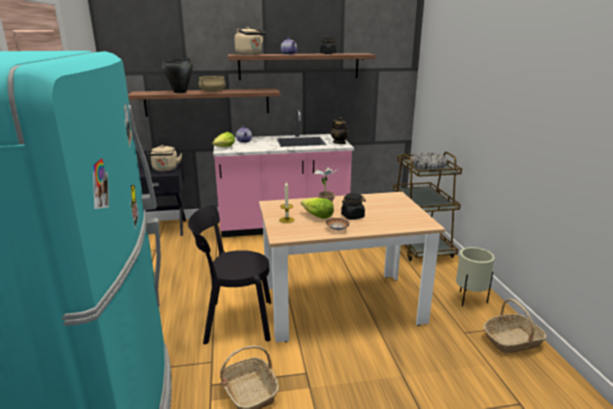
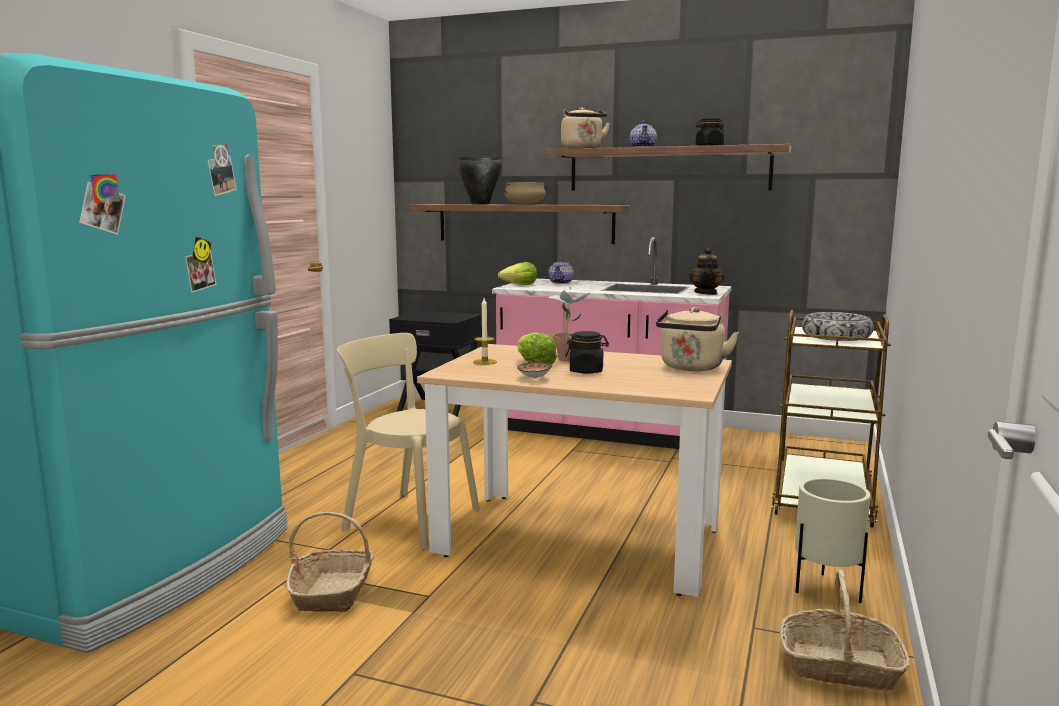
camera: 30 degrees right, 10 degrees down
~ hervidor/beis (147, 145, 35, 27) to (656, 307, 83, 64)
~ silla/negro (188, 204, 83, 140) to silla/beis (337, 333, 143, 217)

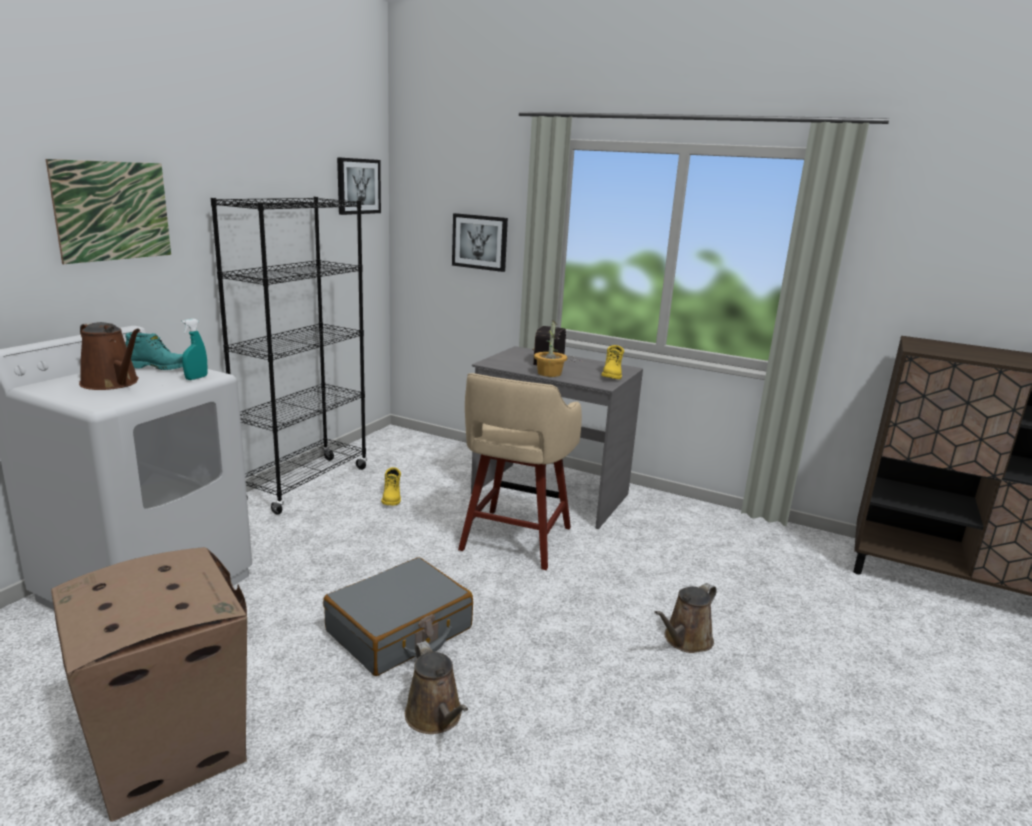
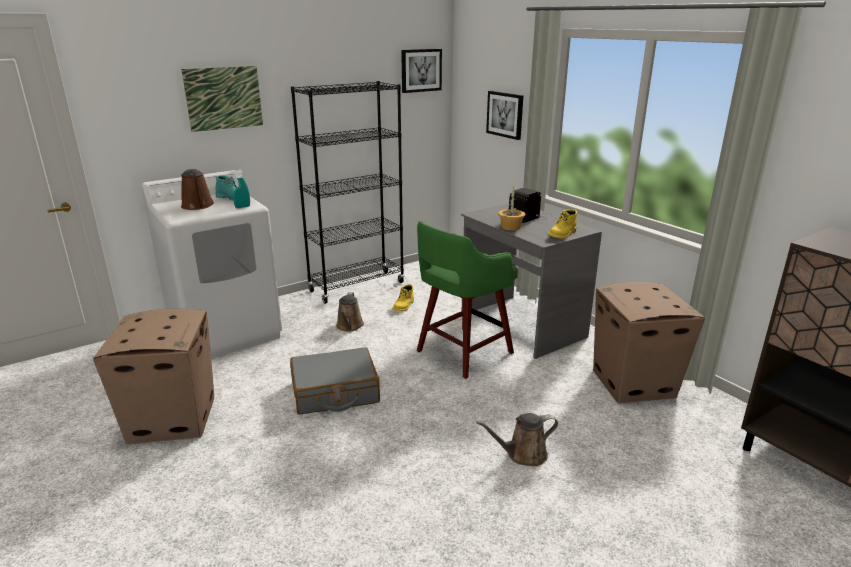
camera: 30 degrees right, 5 degrees up
~ taburete/beis (458, 373, 124, 197) to taburete/verde (417, 221, 101, 158)
~ regadera/marrón (405, 641, 63, 93) to (336, 292, 28, 39)
+ caja de cartón (593, 282, 112, 121)

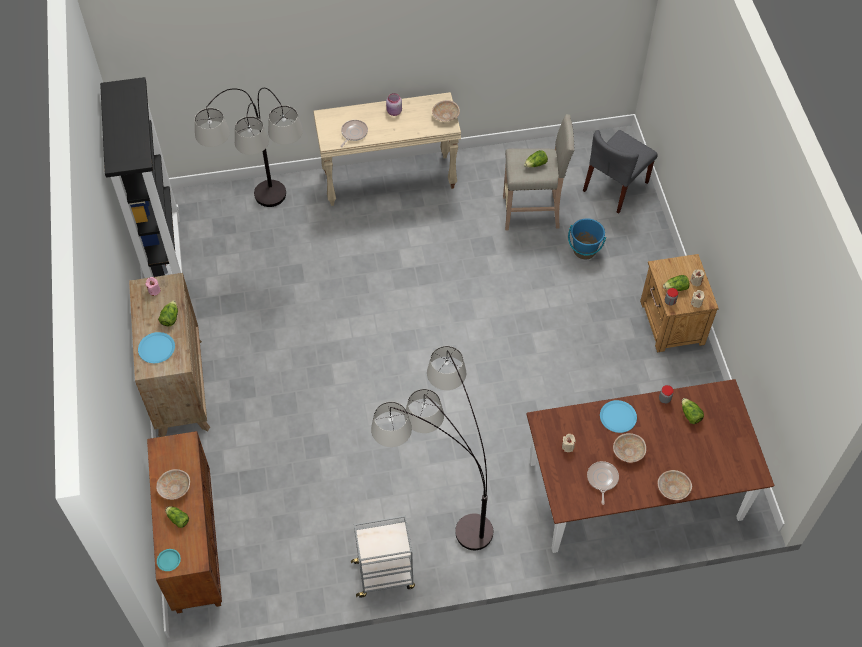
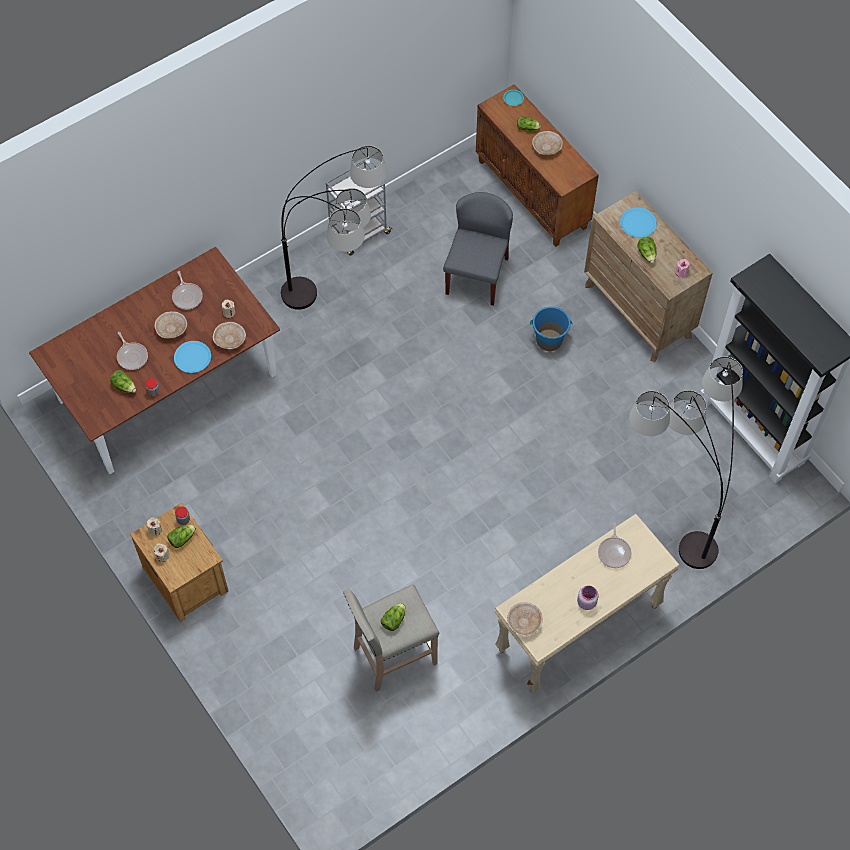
camera: 155 degrees right, 5 degrees up
~ silla/gris (583, 130, 75, 84) to (443, 192, 70, 114)
~ cubo/azul (568, 218, 38, 41) to (530, 306, 43, 45)
~ cuenco/beis (658, 470, 34, 30) to (213, 322, 33, 27)
+ sartén (117, 332, 31, 38)

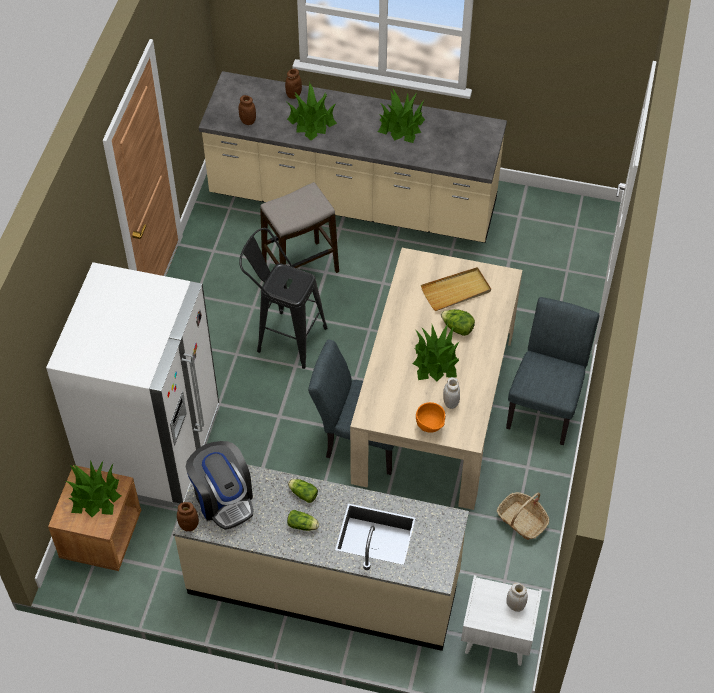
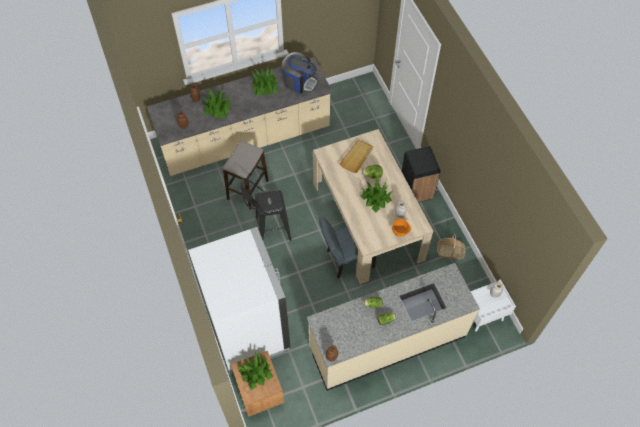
camera: 35 degrees left, 5 degrees up
~ silla/gris (506, 297, 93, 148) to papelera/negro (402, 146, 39, 56)
~ cafetera (186, 441, 67, 89) to (282, 52, 36, 42)

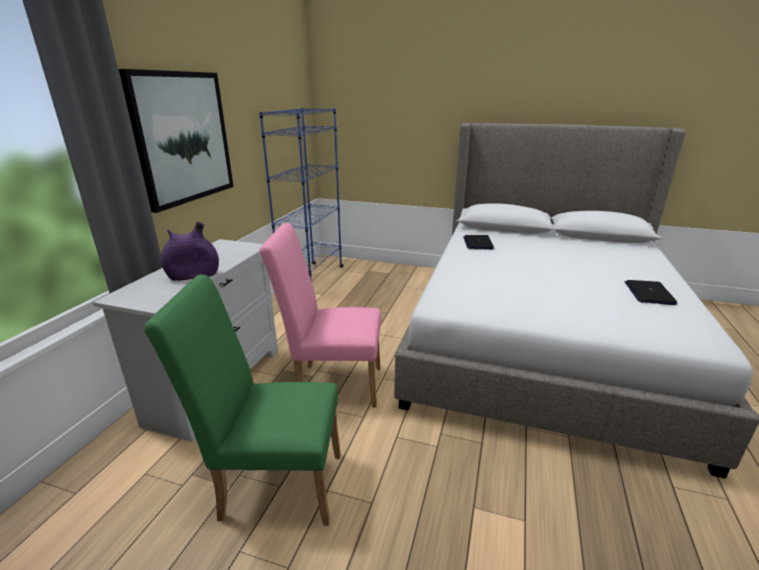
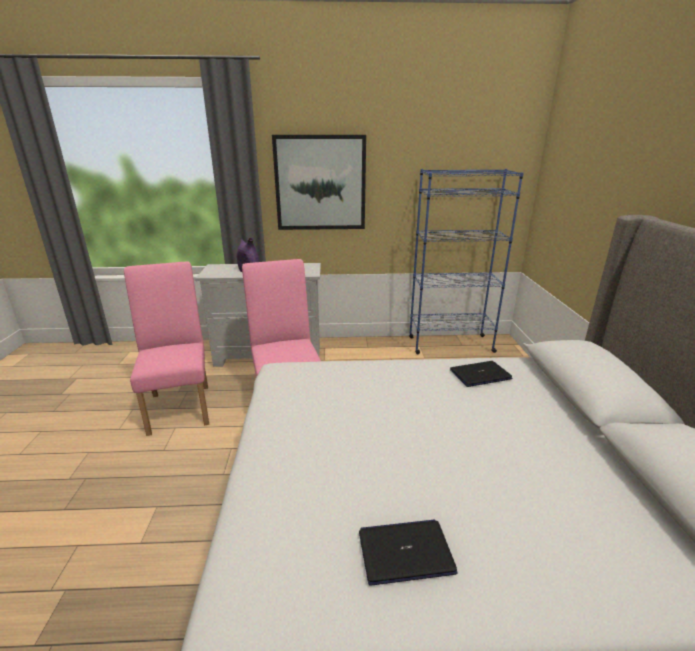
camera: 70 degrees right, 0 degrees up
~ silla/verde (144, 275, 197, 251) to silla/rosa (124, 261, 85, 175)

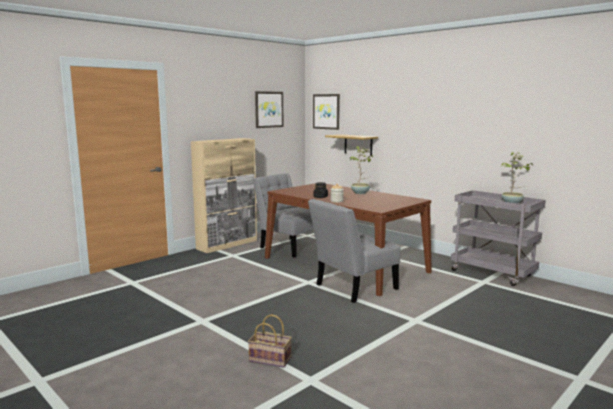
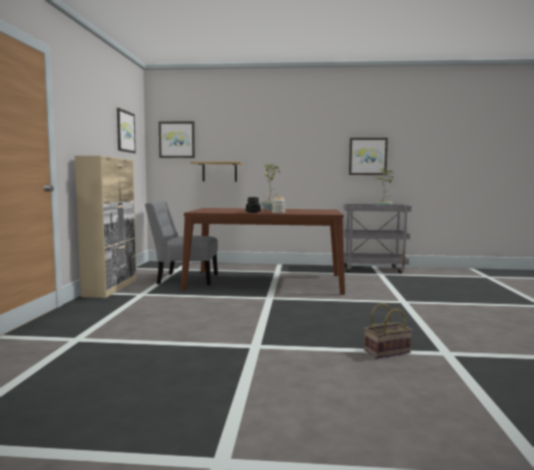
camera: 40 degrees left, 5 degrees down
- silla/gris (308, 199, 93, 104)
+ cuadro (349, 138, 39, 37)

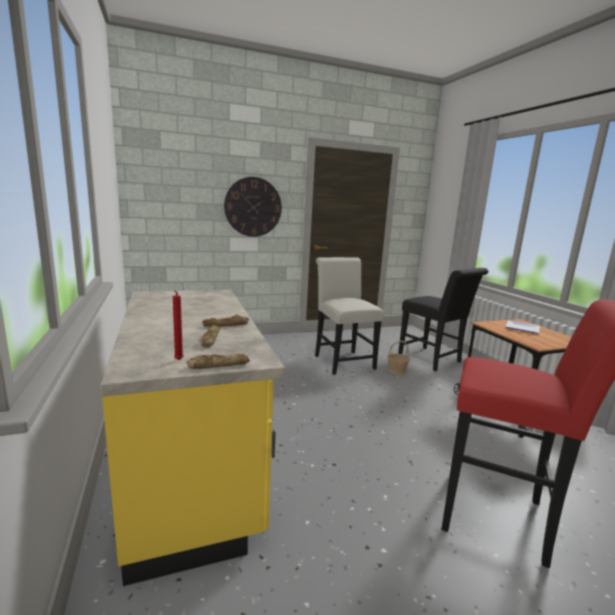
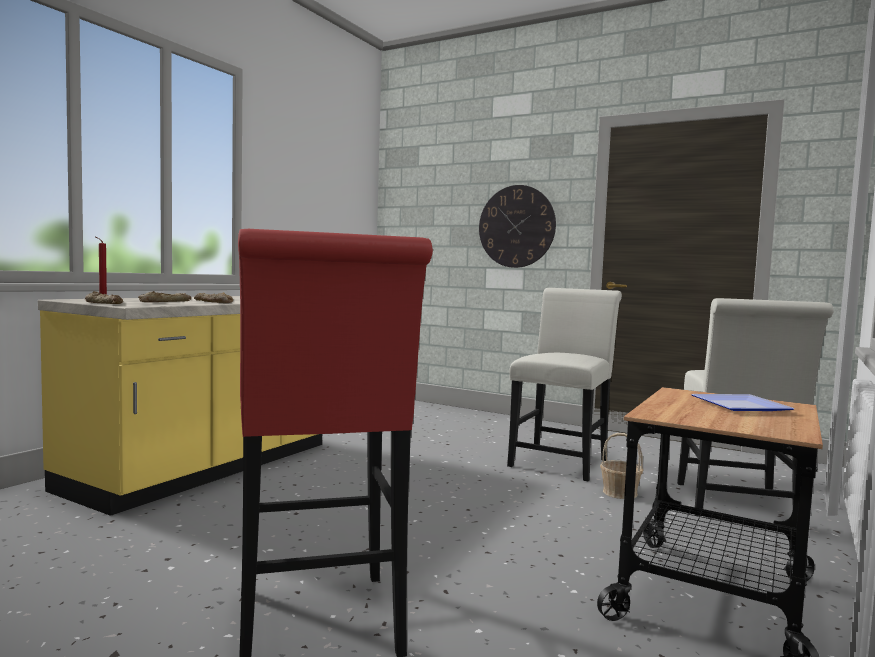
camera: 50 degrees right, 10 degrees down
~ silla/negro (398, 268, 90, 103) to silla/blanco (677, 298, 157, 218)

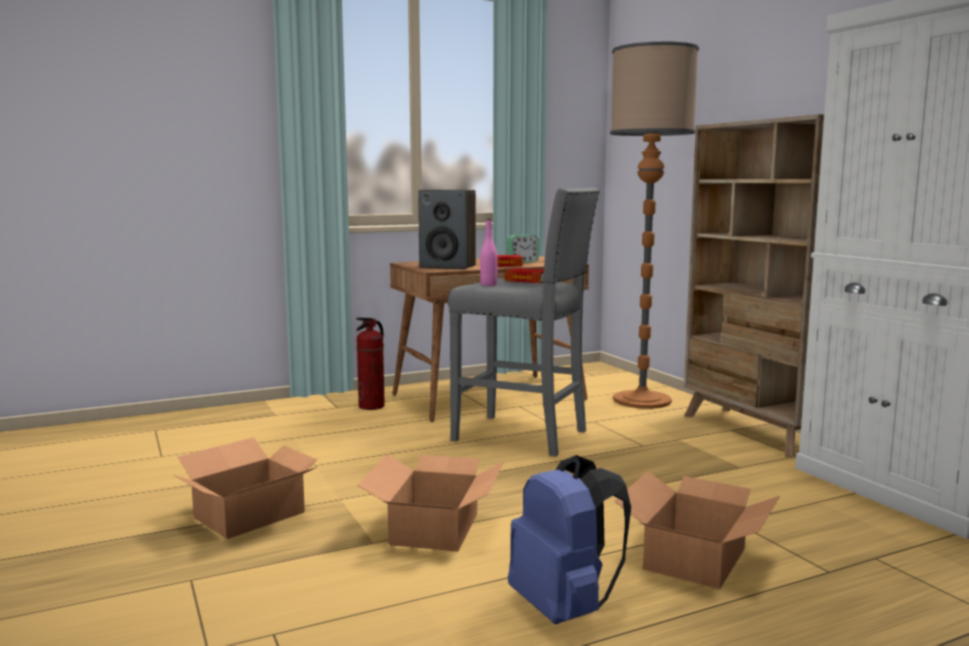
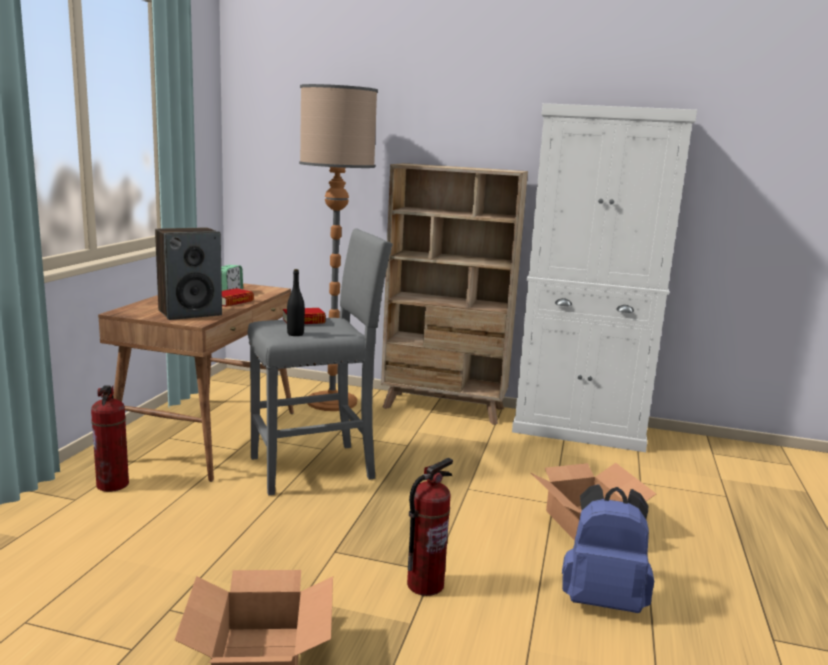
camera: 50 degrees left, 5 degrees up
~ botella/rosa (480, 219, 18, 67) to botella/negro (287, 269, 18, 67)
~ caja de cartón (357, 454, 147, 98) to extintor (407, 458, 46, 138)

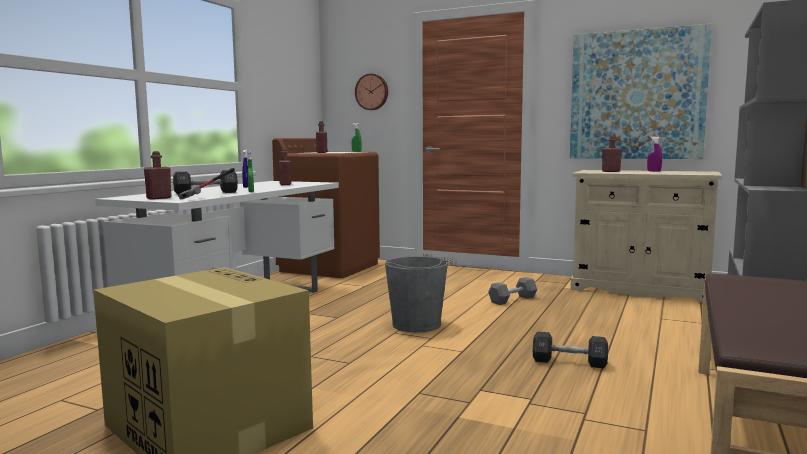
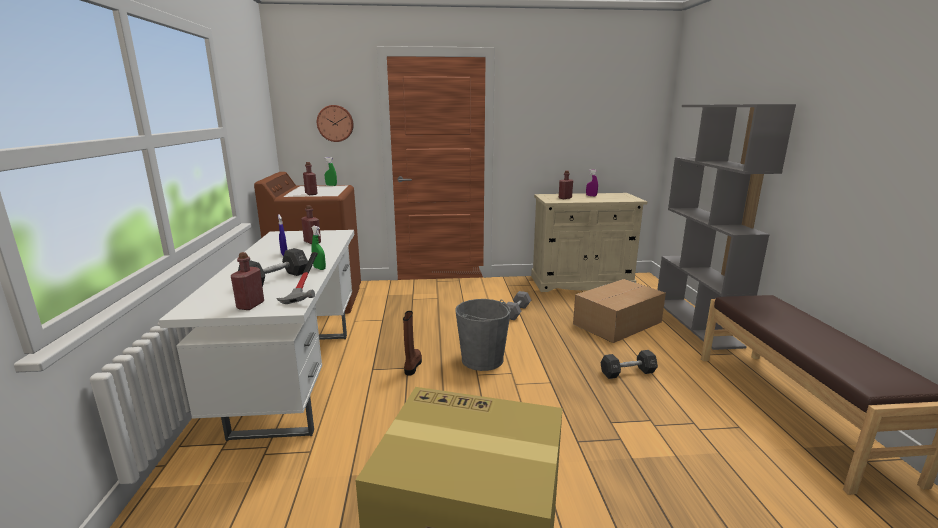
camera: 30 degrees left, 10 degrees up
- cuadro (570, 23, 142, 136)
+ caja de cartón (573, 279, 93, 64)
+ bota/marrón (403, 311, 19, 64)

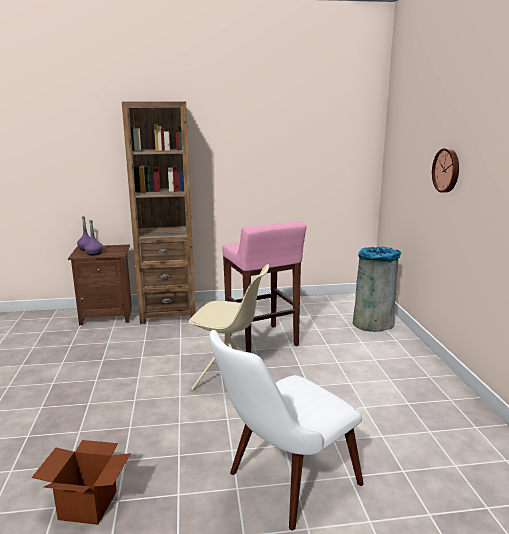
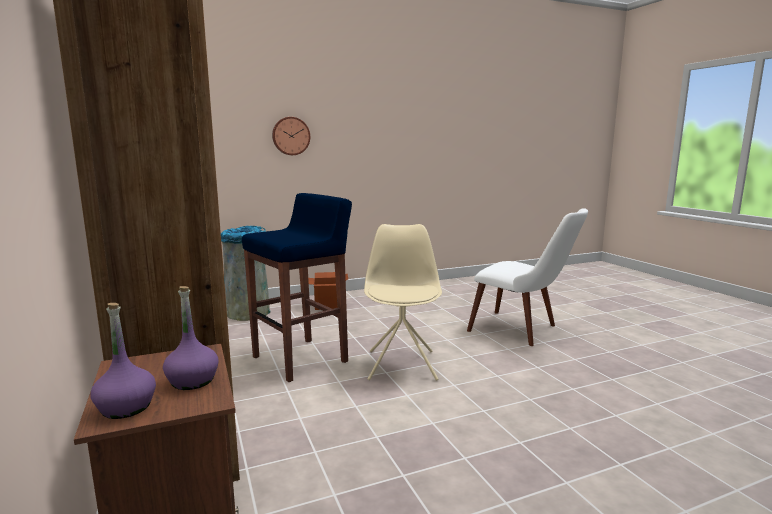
camera: 105 degrees left, 5 degrees down
~ taburete/rosa (222, 221, 85, 132) to taburete/azul (242, 193, 110, 189)
~ caja de cartón (31, 440, 100, 85) to (308, 272, 40, 38)

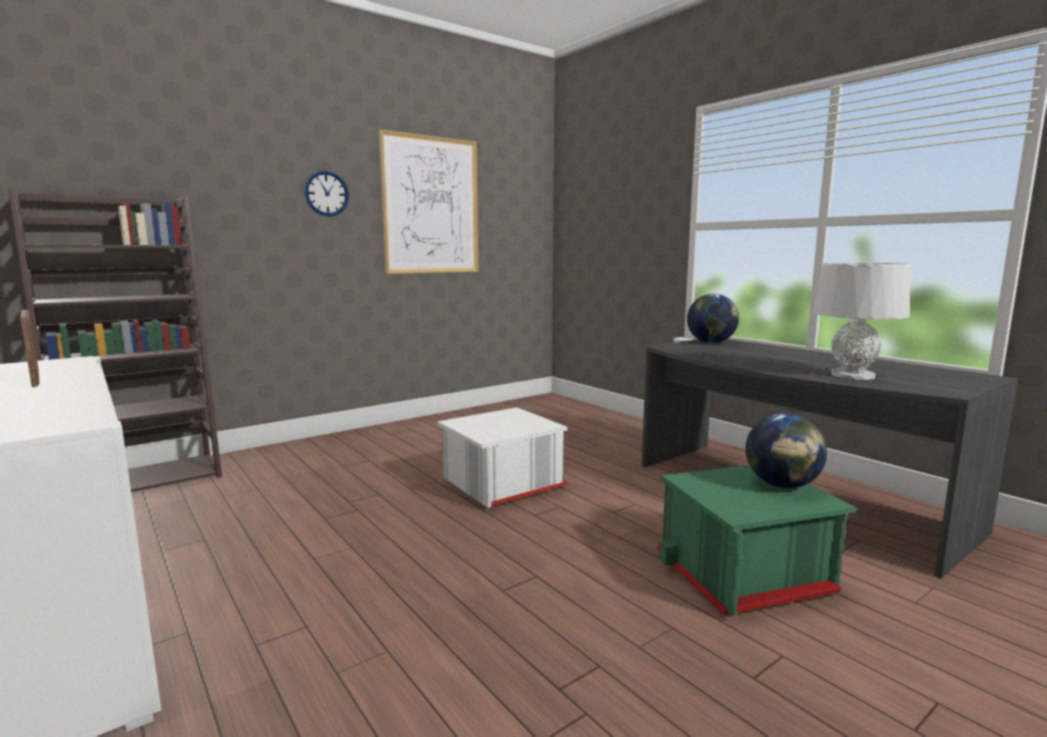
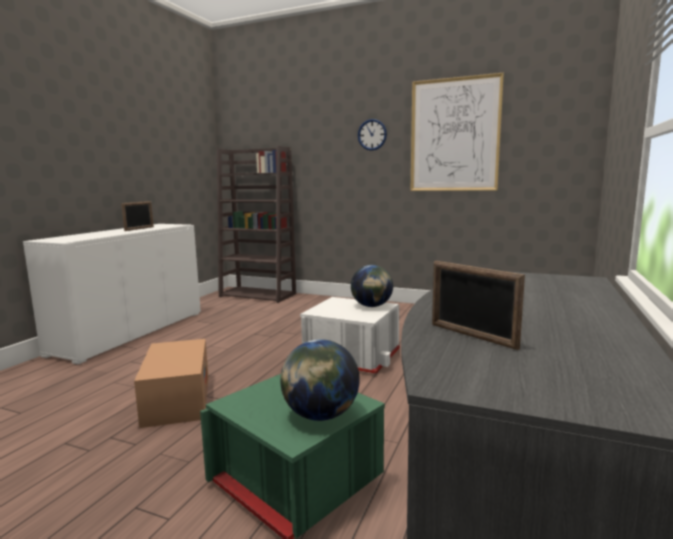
camera: 60 degrees right, 0 degrees up
~ lámpara de mesa/gris (813, 263, 97, 117) to portarretratos (432, 261, 93, 89)
~ globo terráqueo (687, 294, 52, 49) to (351, 265, 42, 42)
+ caja de cartón (134, 339, 74, 89)

